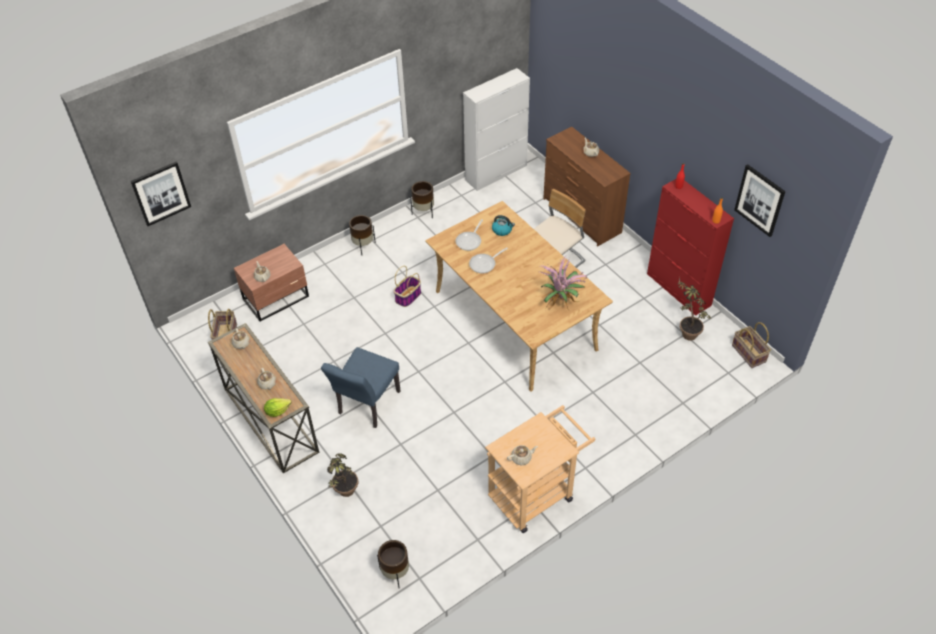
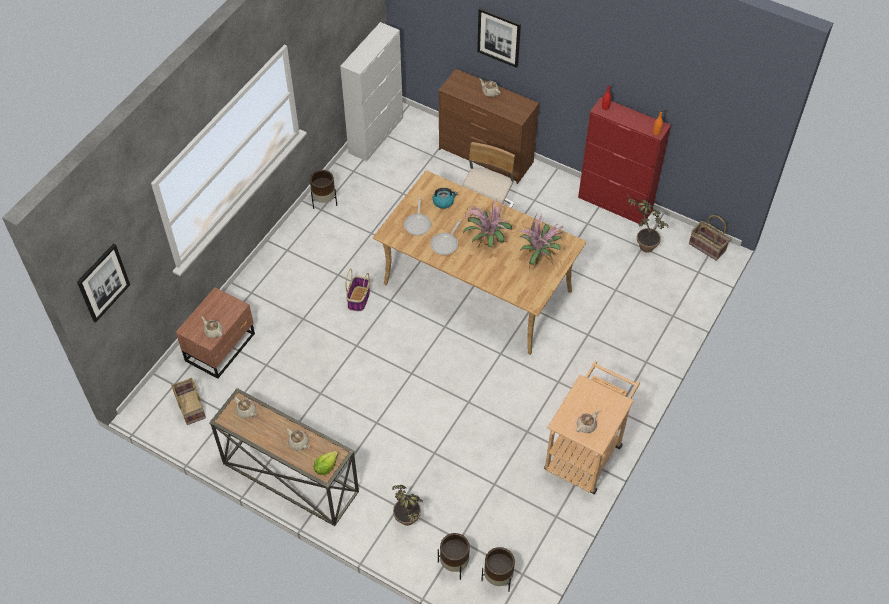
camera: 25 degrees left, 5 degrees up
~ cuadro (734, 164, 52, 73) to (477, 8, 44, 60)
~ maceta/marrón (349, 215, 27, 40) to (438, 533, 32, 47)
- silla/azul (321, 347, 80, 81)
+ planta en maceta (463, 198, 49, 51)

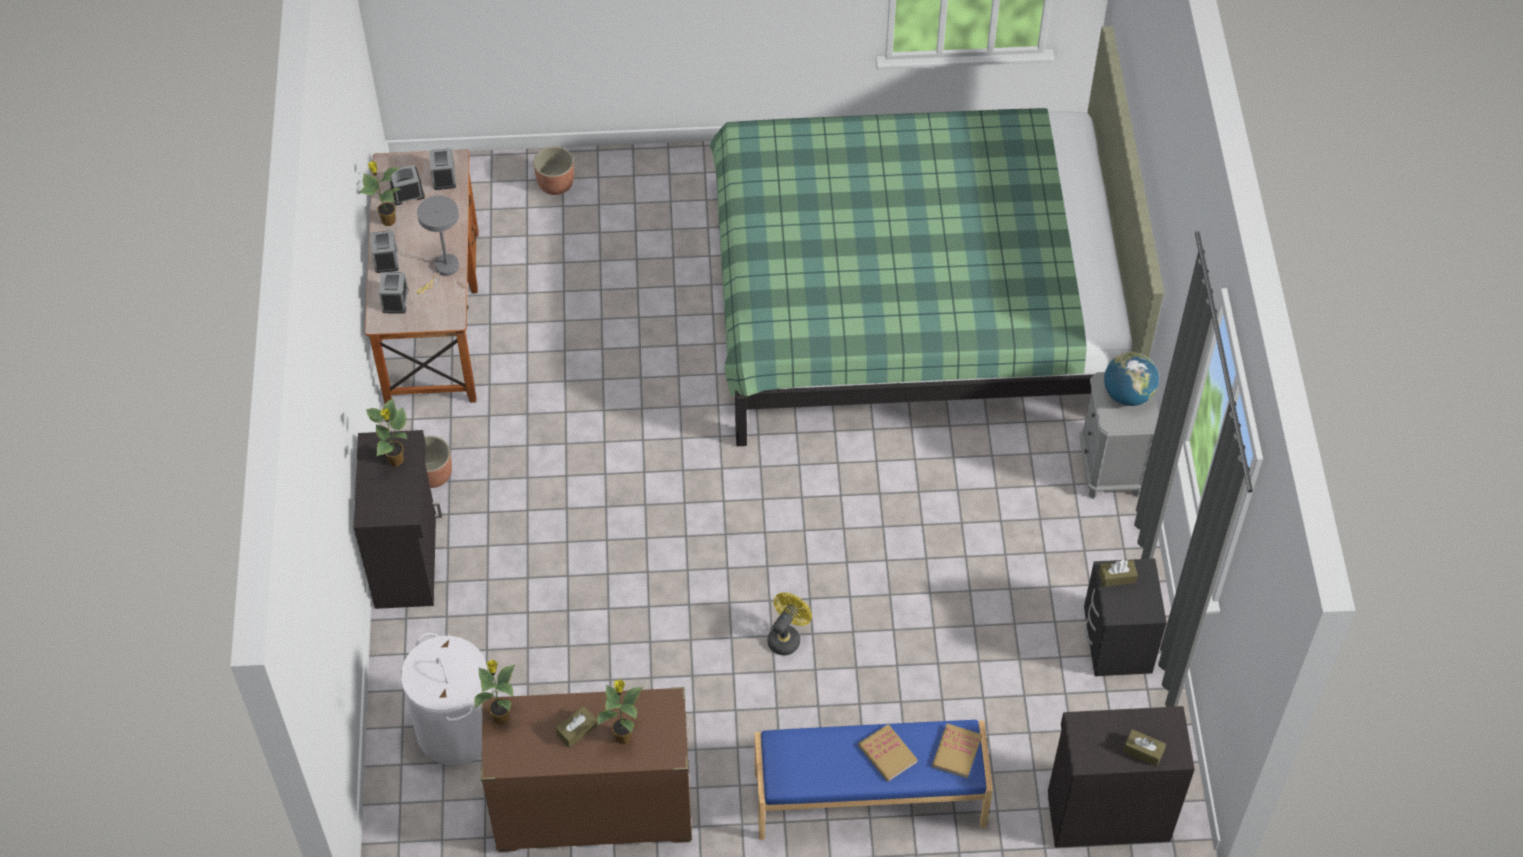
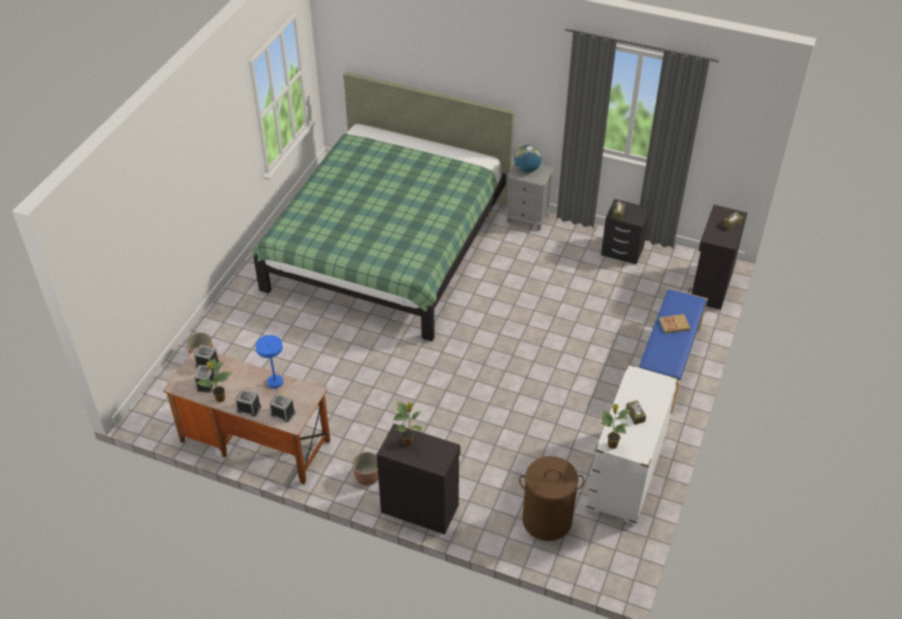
camera: 65 degrees left, 10 degrees down
~ lámpara de mesa/gris (417, 195, 42, 99) to lámpara de mesa/azul (255, 335, 31, 61)
- ventilador/amarillo (767, 592, 45, 63)
~ cesto de la ropa/blanco (401, 633, 90, 132) to cesto de la ropa/marrón (519, 456, 65, 85)
- planta en maceta (597, 679, 47, 65)
~ cómoda/marrón (481, 687, 211, 165) to cómoda/blanco (587, 364, 91, 161)
- libro (932, 723, 50, 56)

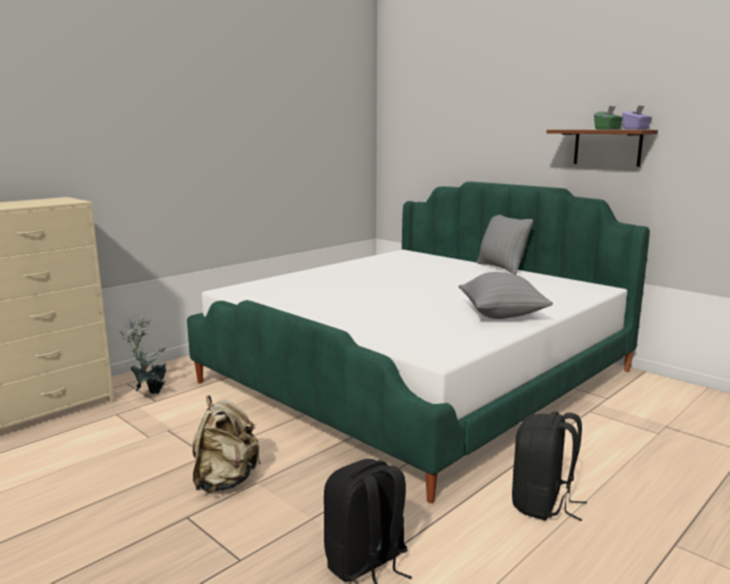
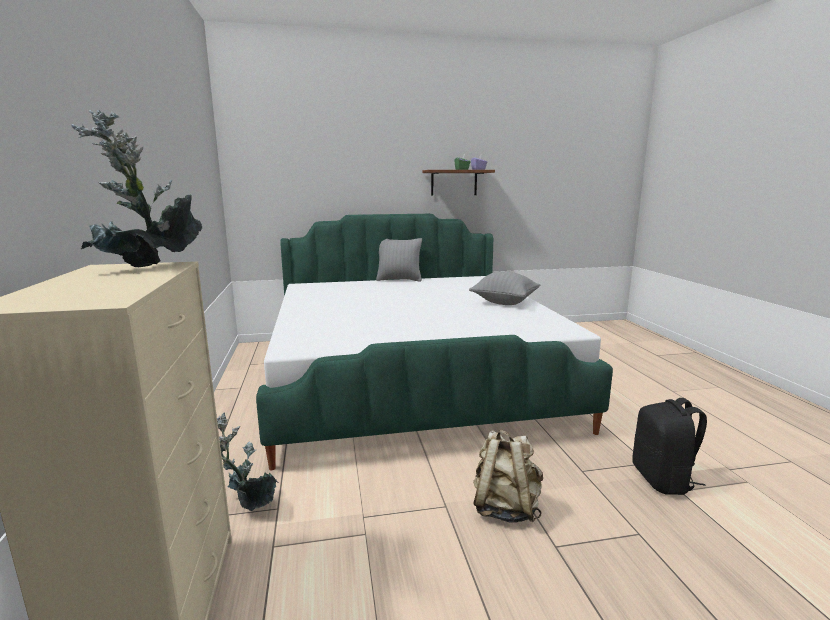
camera: 55 degrees left, 0 degrees up
- mochila/negro (512, 411, 75, 110)
+ planta en maceta (71, 110, 131, 157)

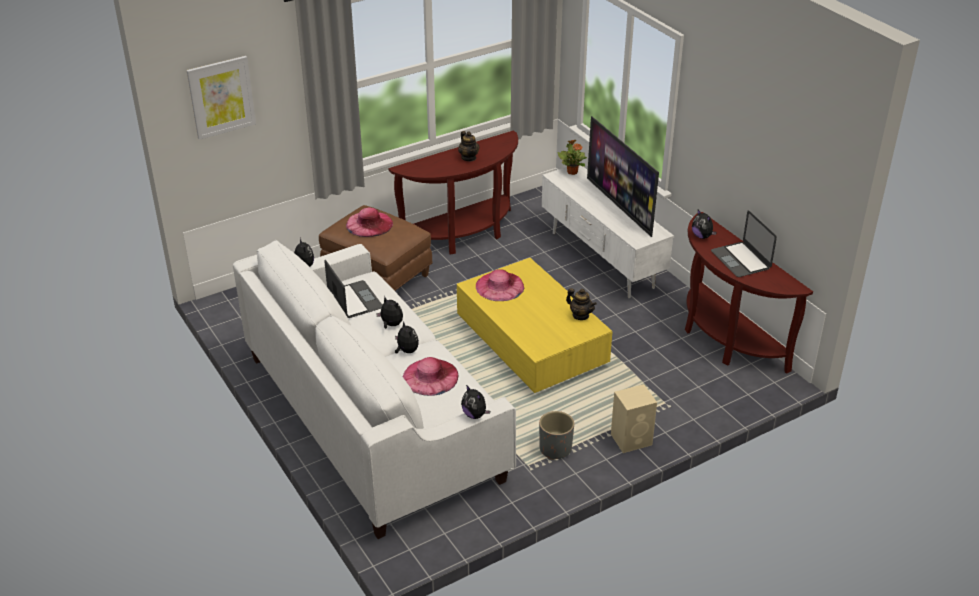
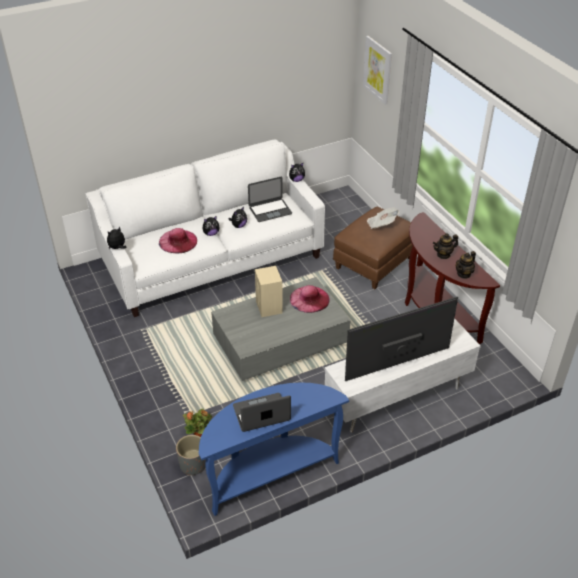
camera: 95 degrees right, 5 degrees up
~ planta en maceta (558, 139, 29, 36) to (183, 409, 29, 28)
~ sombrero/rosa (346, 208, 47, 29) to periódico (367, 207, 32, 22)
- peluche (692, 210, 25, 29)
~ mesa consola/marrón (685, 212, 128, 162) to mesa consola/azul (199, 382, 150, 134)
~ mesa de centro/amarillo (457, 258, 155, 135) to mesa de centro/gris (211, 277, 140, 104)
~ tetera (566, 288, 31, 32) to (456, 251, 20, 28)
~ altavoz/beis (611, 384, 46, 69) to (255, 266, 28, 51)
~ maceta/gris (539, 411, 35, 49) to (176, 435, 30, 40)

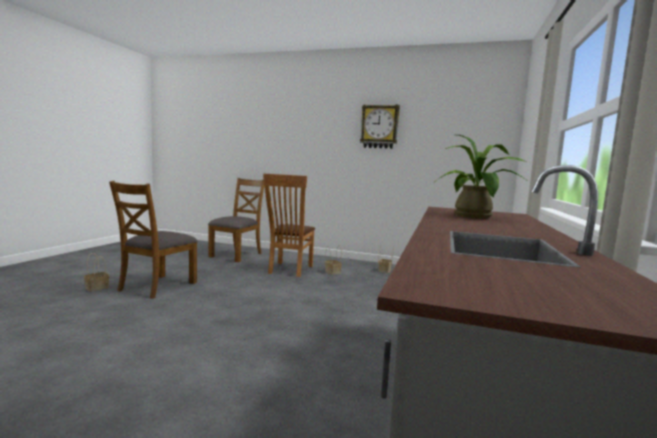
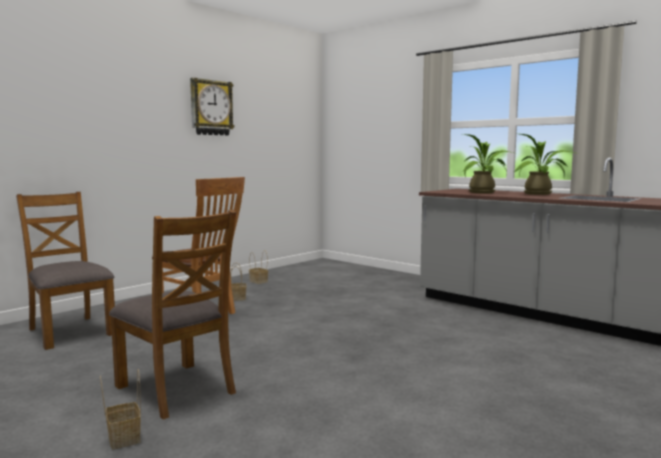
camera: 65 degrees left, 0 degrees up
+ planta en maceta (514, 134, 64, 61)

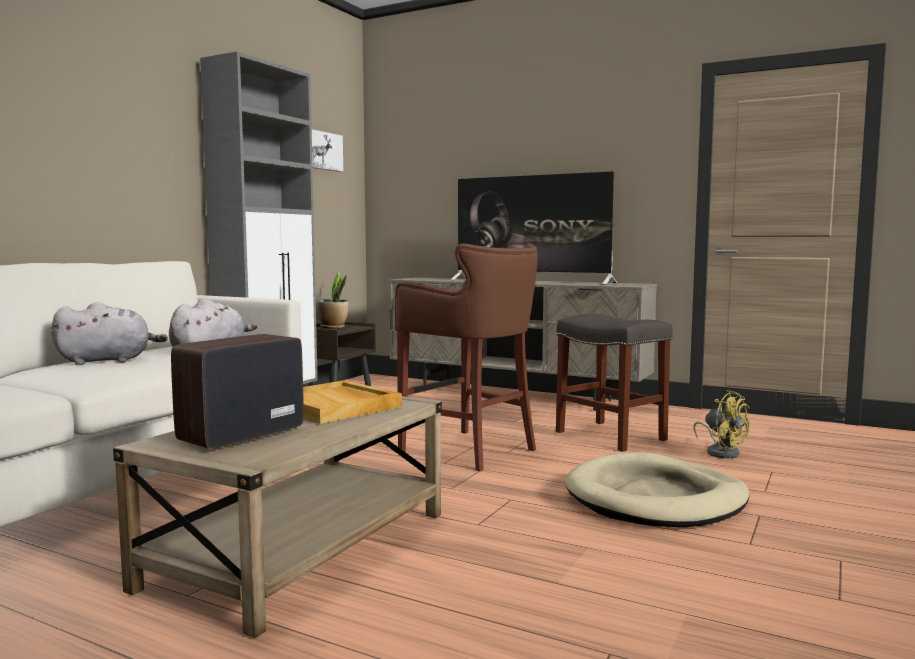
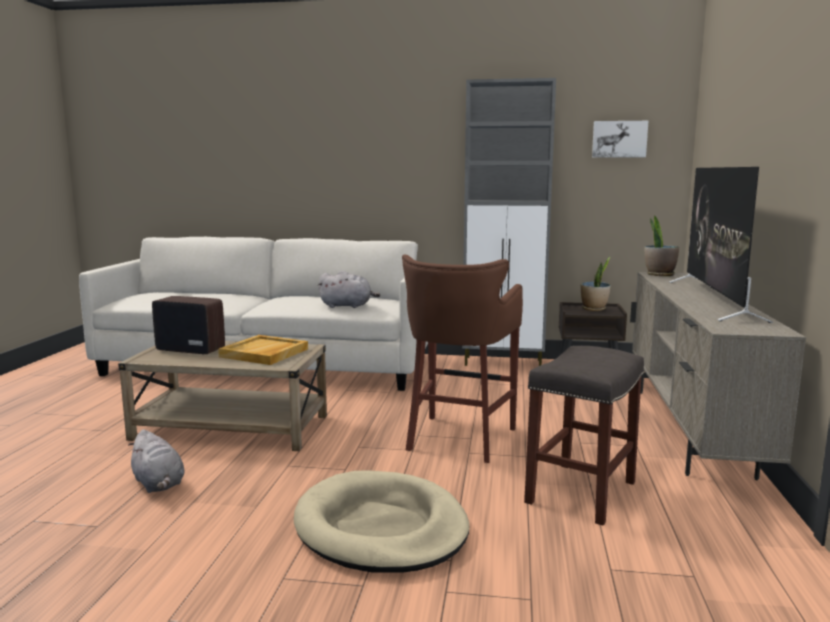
camera: 70 degrees right, 5 degrees up
~ peluche/gris (51, 302, 117, 63) to (128, 429, 56, 64)
- ventilador/amarillo (693, 390, 57, 68)
+ planta en maceta (644, 215, 35, 61)

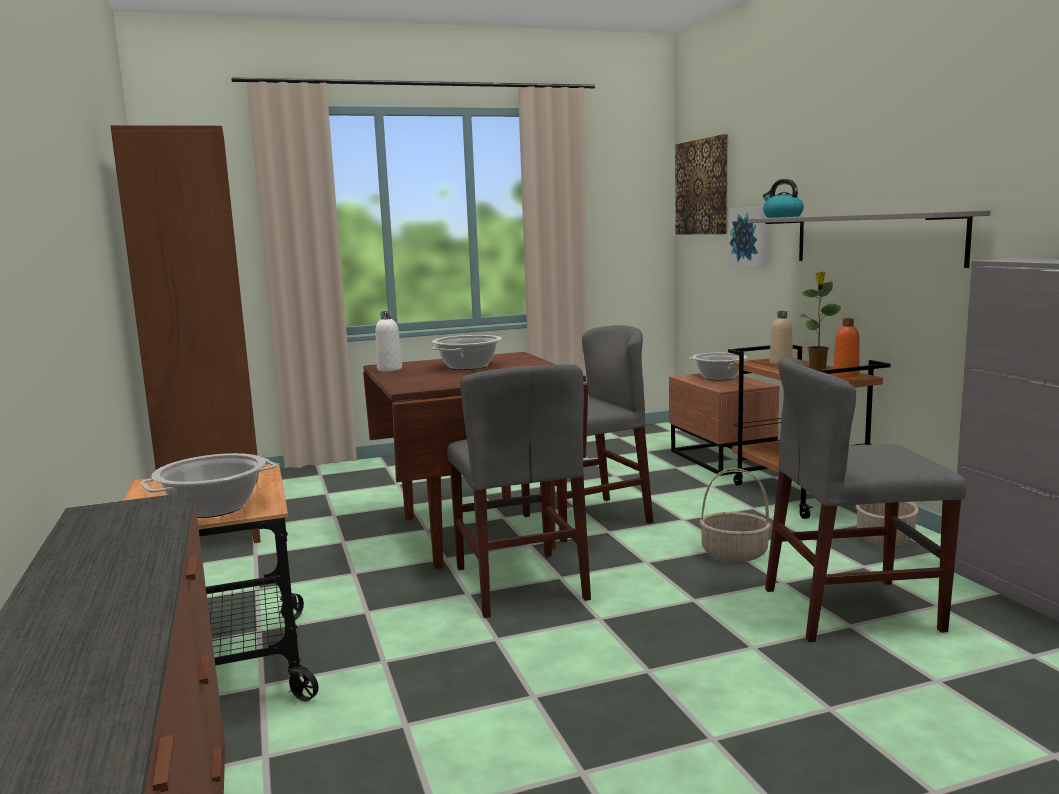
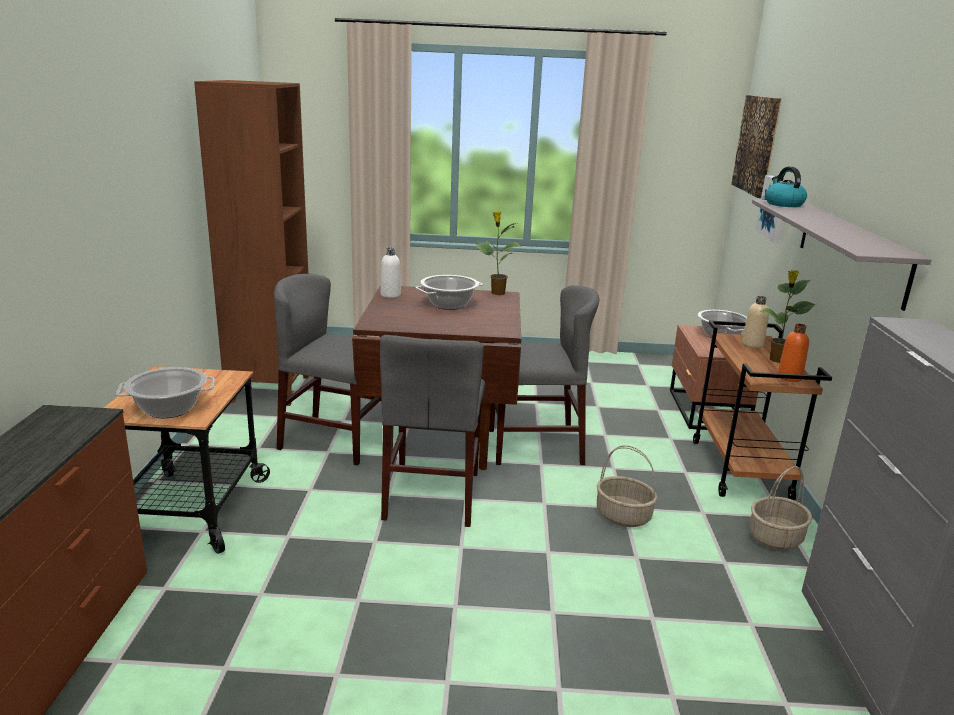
camera: 20 degrees right, 10 degrees up
~ silla/gris (765, 358, 202, 284) to (274, 274, 107, 191)
+ planta en maceta (476, 211, 45, 84)

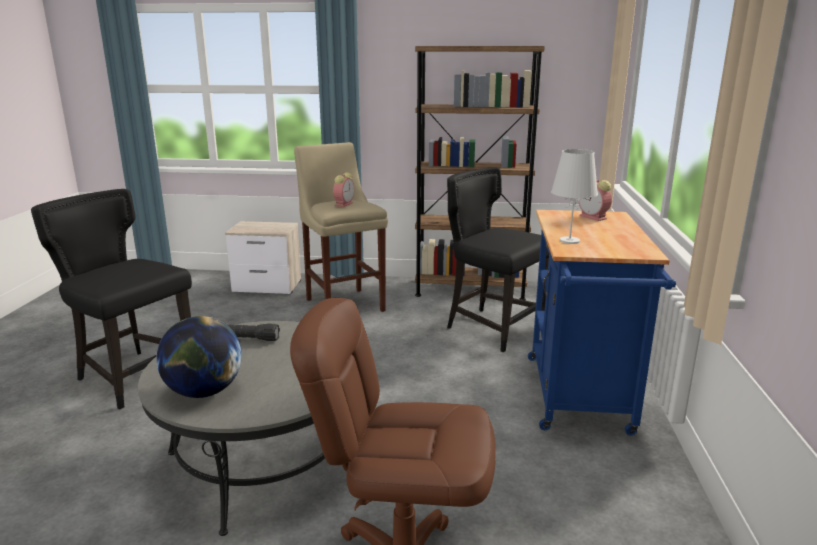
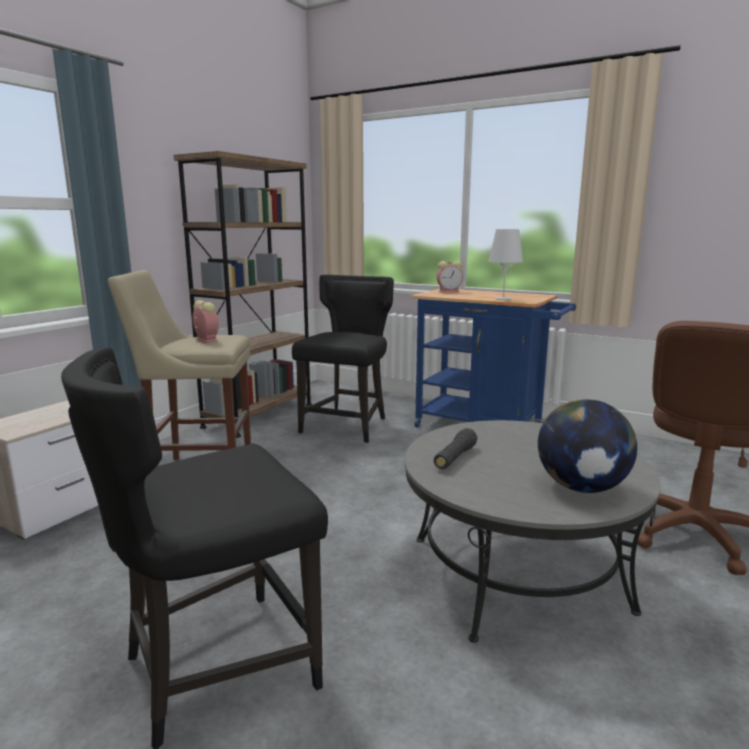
camera: 65 degrees left, 5 degrees down
~ silla/negro (447, 167, 102, 185) = (292, 275, 102, 168) 135 degrees clockwise

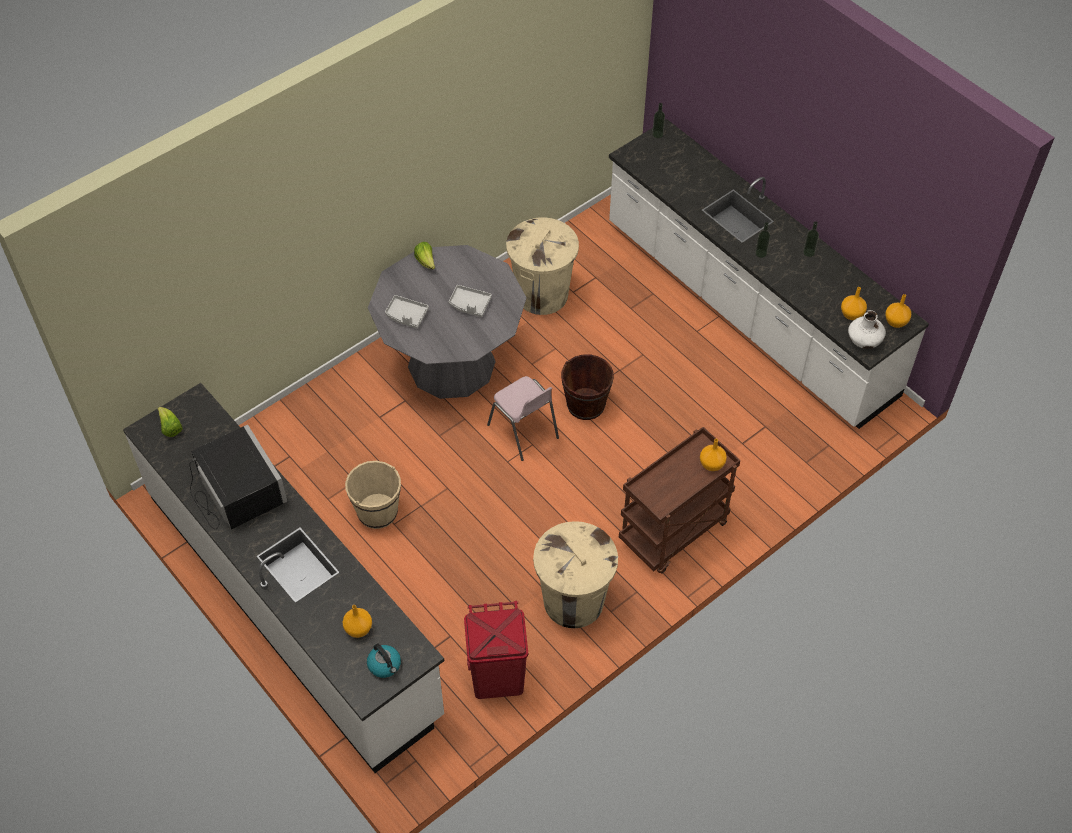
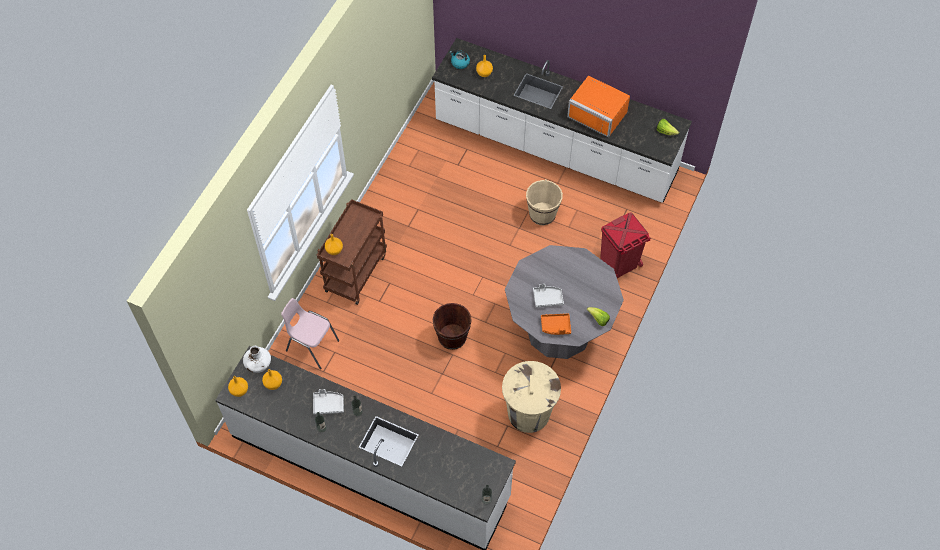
camera: 155 degrees right, 5 degrees up
~ bandeja/gris (385, 295, 44, 33) to (313, 389, 31, 26)
~ silla/rosa (487, 376, 72, 85) to (281, 298, 58, 71)
~ microondas/negro (189, 425, 98, 104) to microondas/naranja (567, 75, 63, 63)
- papelera/beis (533, 521, 85, 107)
~ papelera/rojo (464, 601, 64, 98) to (601, 212, 50, 66)
+ bandeja/naranja (541, 313, 30, 22)

